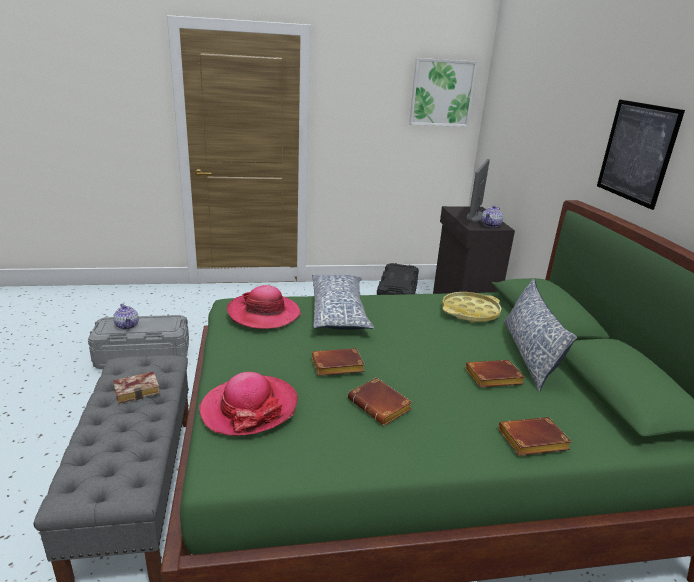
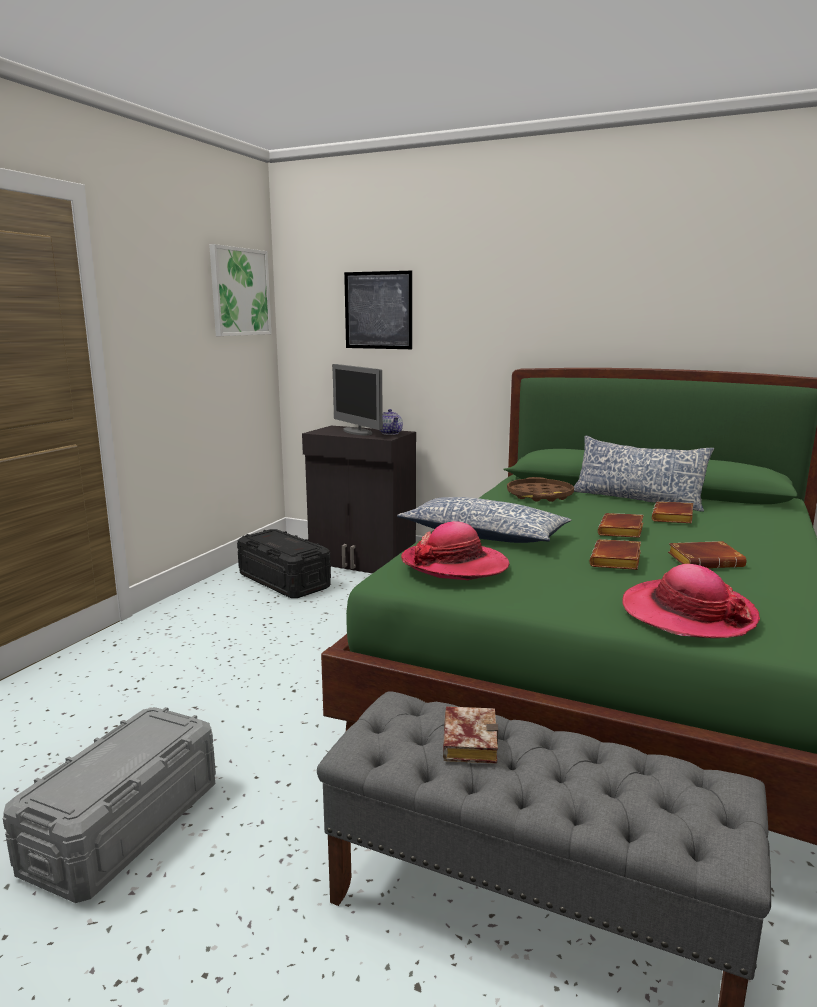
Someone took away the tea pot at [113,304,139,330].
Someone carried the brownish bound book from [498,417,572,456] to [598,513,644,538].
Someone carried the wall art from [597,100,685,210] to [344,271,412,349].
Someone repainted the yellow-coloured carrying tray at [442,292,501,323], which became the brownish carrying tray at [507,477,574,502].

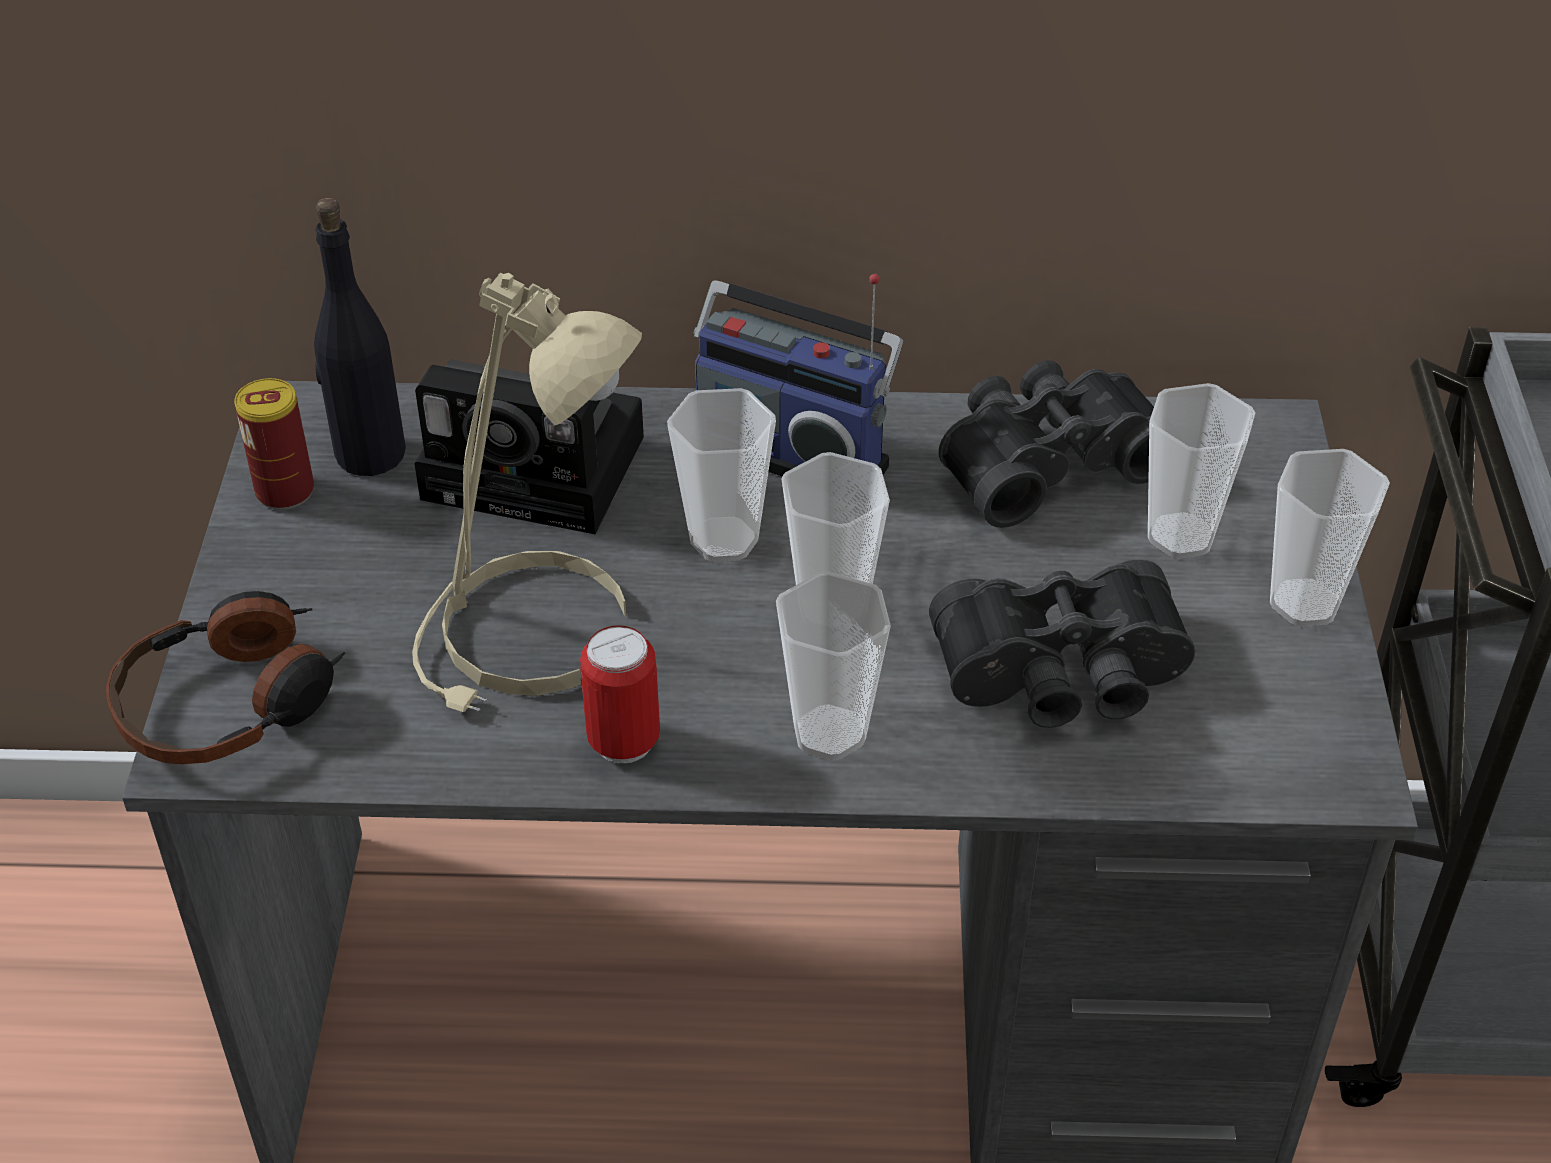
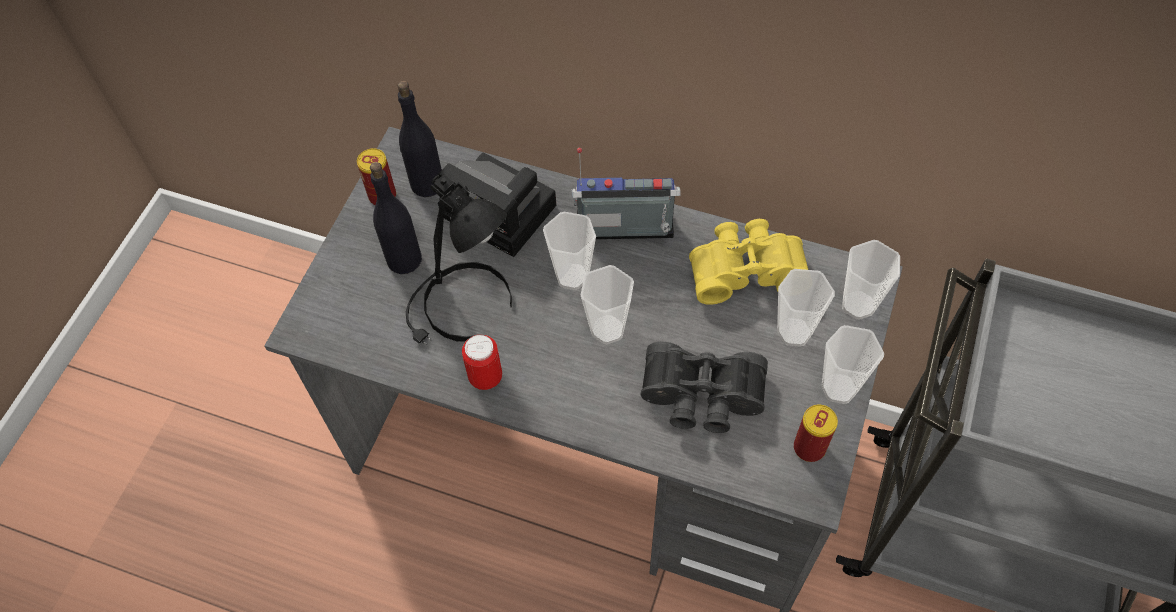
Someone took away the headphones at [106,591,346,764].
Someone put down the black-coloured beverage bottle at [370,162,422,274].
Someone put down the can at [794,405,838,462].
Someone carried the cup from [776,572,891,760] to [842,240,900,320].
Someone repainted the sand-coloured tabletop lamp at [412,273,642,712], which became the black-coloured tabletop lamp at [406,174,512,345].
Someone repainted the black-coloured field glasses at [938,360,1154,528], which became the yellow-coloured field glasses at [689,219,808,305].
Someone rotated the radio set at [693,274,903,477] by 135 degrees clockwise.

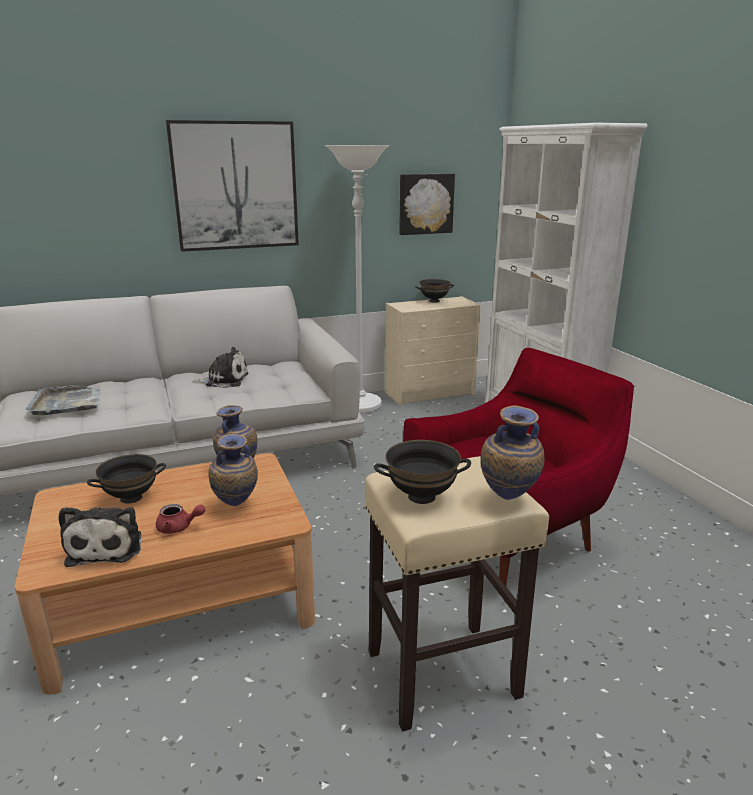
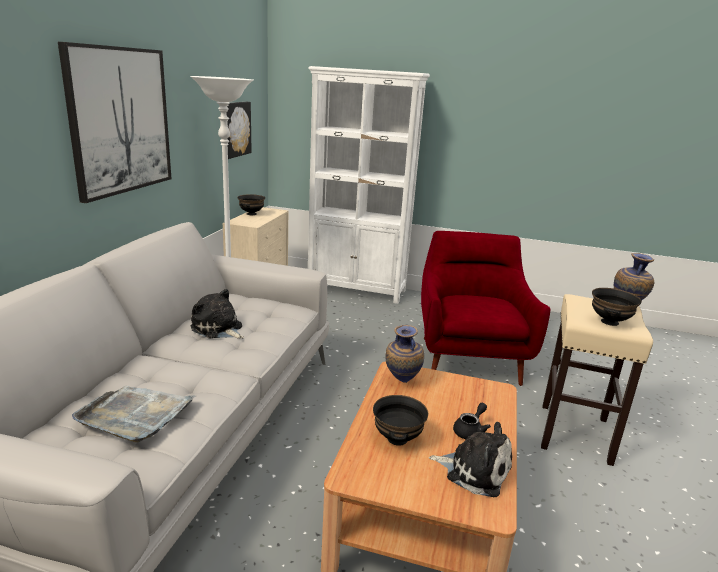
Someone took away the decorative vase at [208,434,258,506].
Someone repainted the reddish tea pot at [156,504,205,534], which became the black-coloured tea pot at [453,403,491,439].
Someone rotated the plush toy at [193,347,249,388] by 90 degrees counterclockwise.

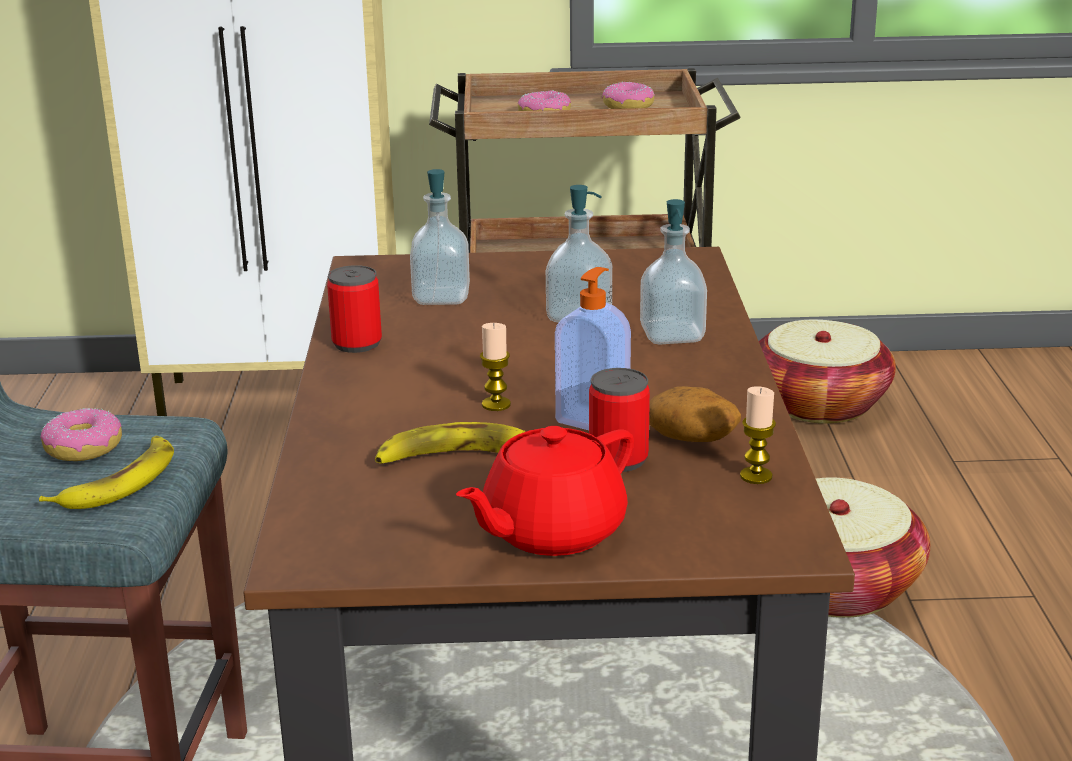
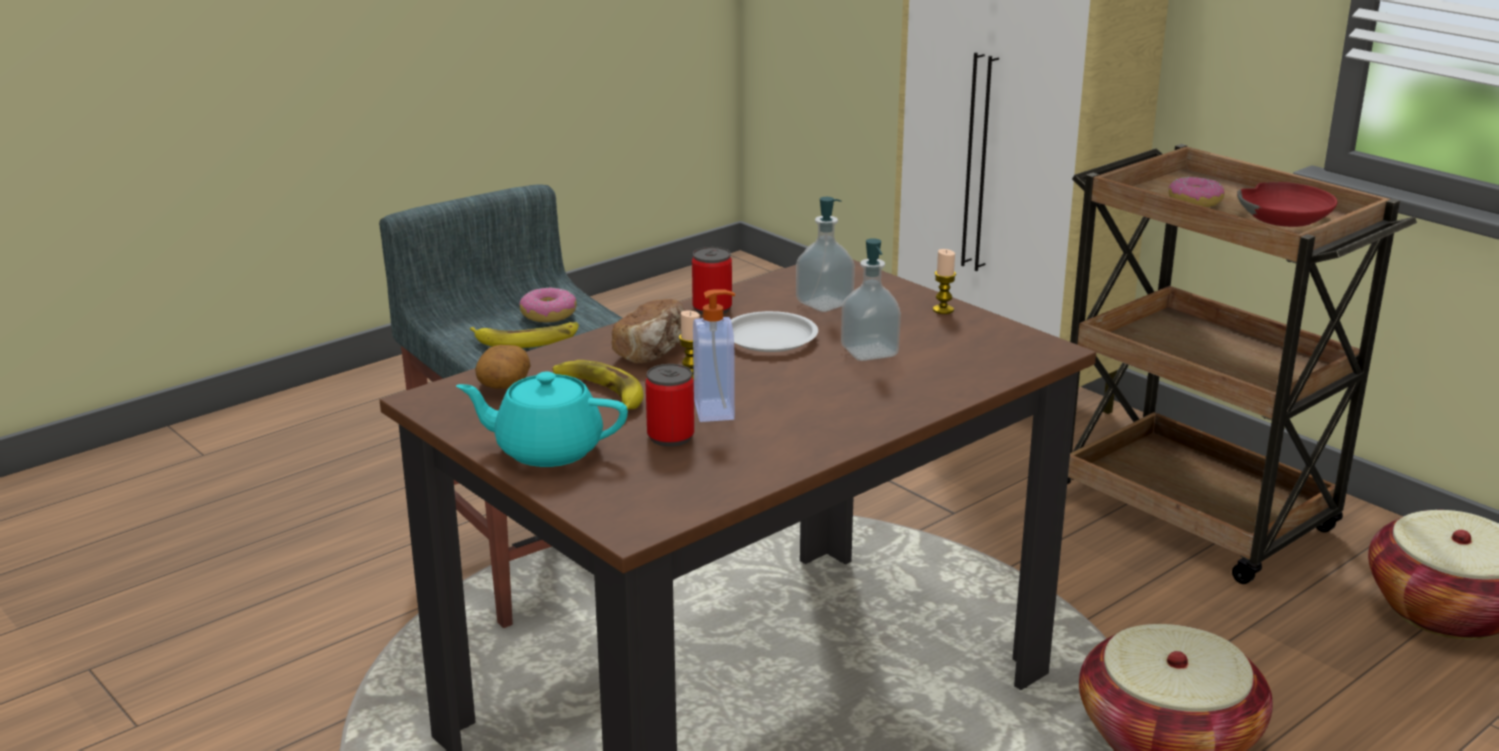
Someone took away the soap bottle at [640,199,707,345].
Someone put down the bakery bread at [612,299,685,363].
Someone put down the whitish flat dish at [731,311,818,352].
Someone carried the potato from [649,386,741,442] to [475,345,531,389].
Someone carried the candle from [740,386,776,484] to [933,249,956,314].
Someone swapped the donut at [602,82,655,109] for the reddish deep dish at [1237,182,1337,227].
Someone repainted the reddish tea pot at [456,426,634,556], which became the blue-green tea pot at [456,372,628,467].

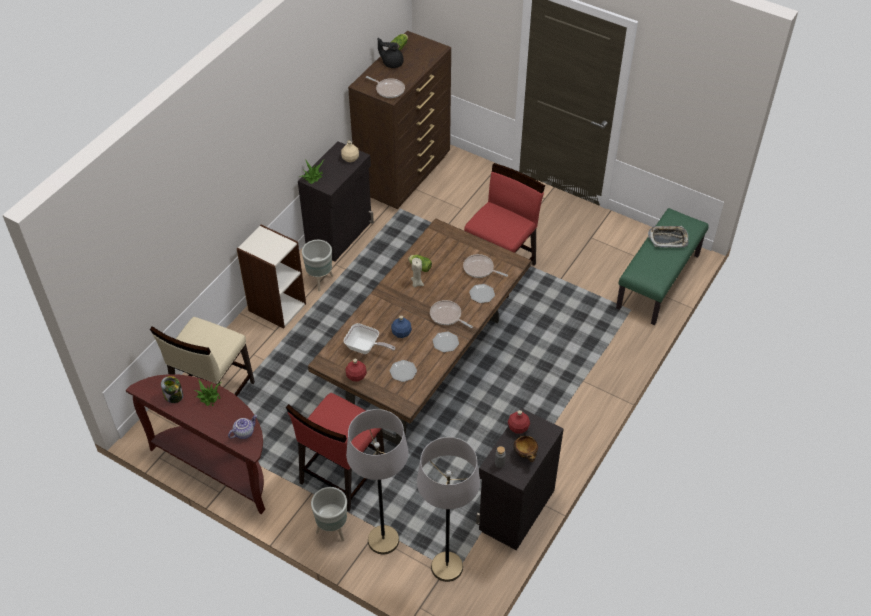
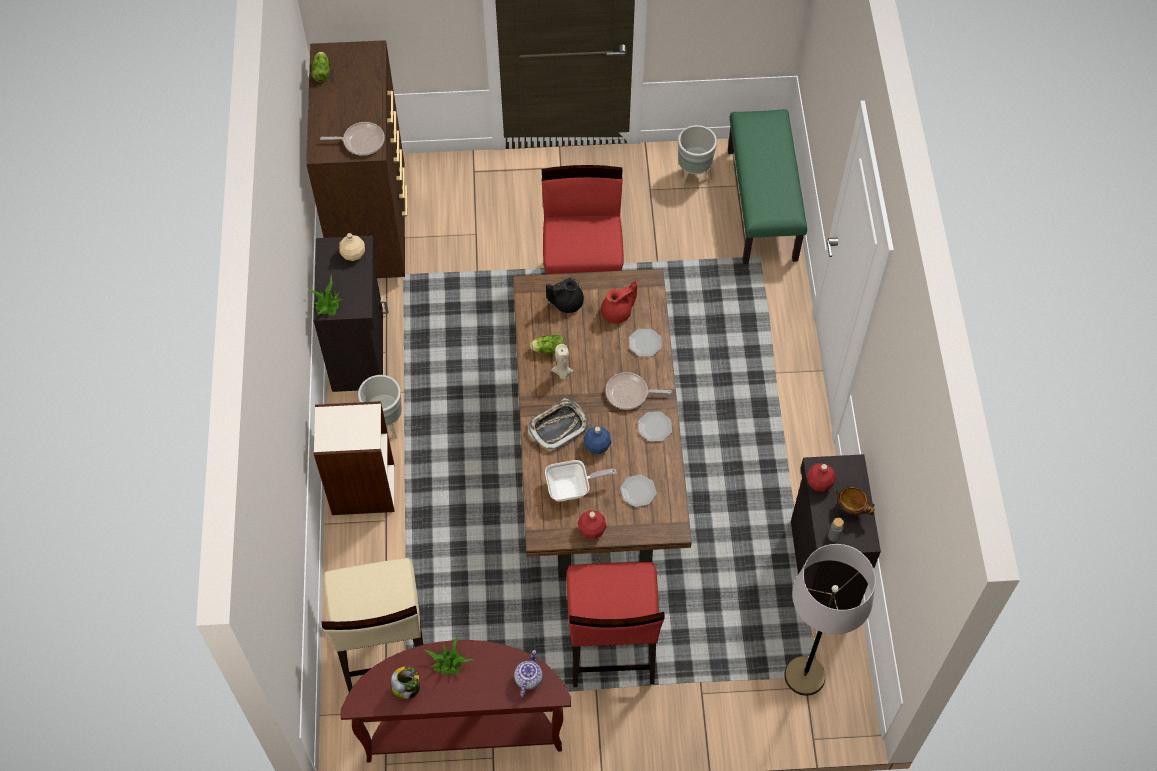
Someone took away the greyish floor lamp at [346,409,409,554].
Someone carried the greyish plant pot from [311,487,347,541] to [678,125,717,188].
Someone carried the black-coloured tea pot from [378,38,404,68] to [546,278,584,313].
Someone carried the carrying tray from [648,226,689,248] to [528,398,589,451].
Someone swapped the pan at [463,254,508,278] for the reddish tea pot at [601,281,637,324].

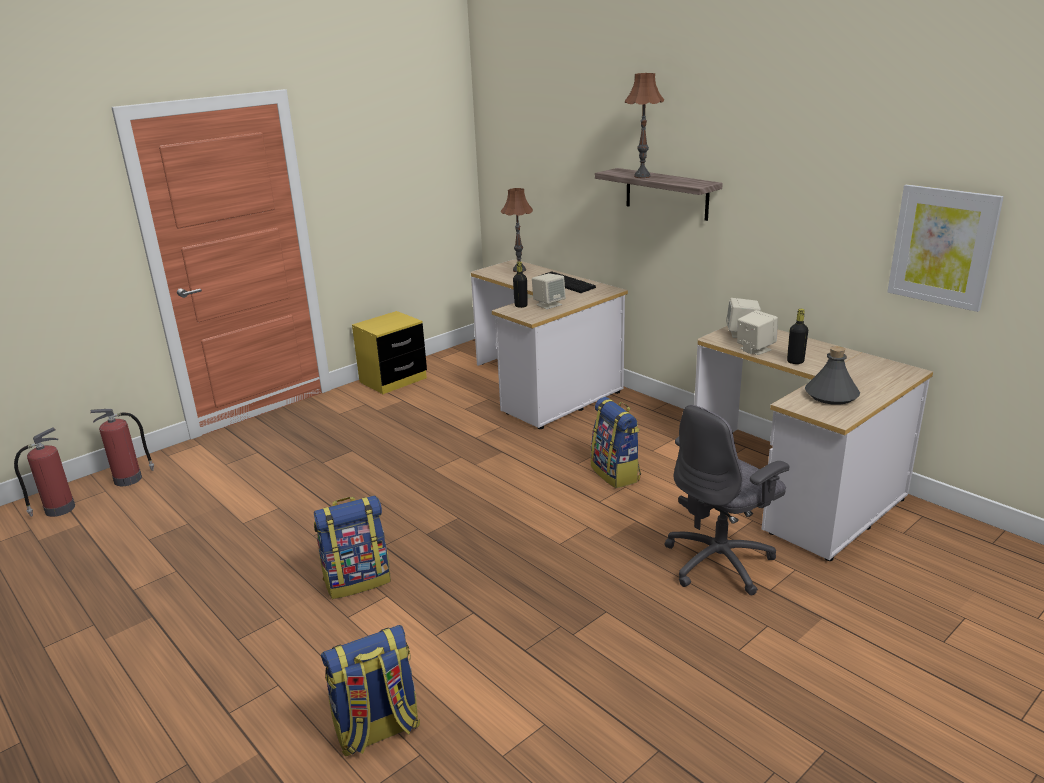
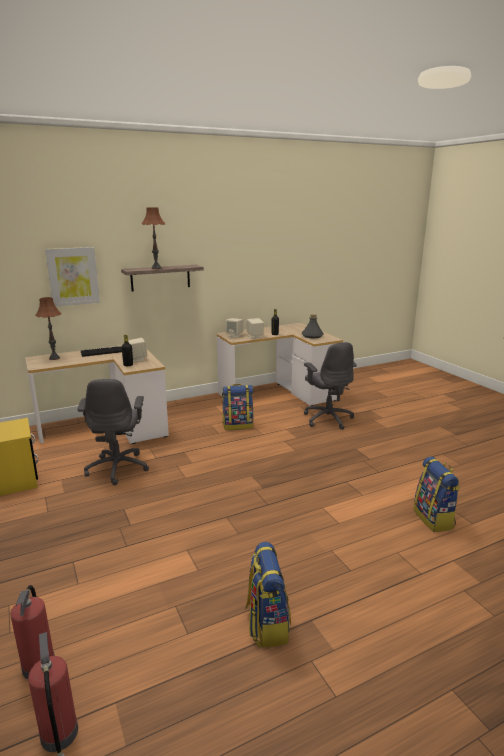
Someone put down the greyish desk chair at [77,379,149,485].
Someone carried the backpack from [314,495,391,599] to [245,542,291,648].
Someone carried the wall art from [888,184,1004,312] to [45,247,100,306].

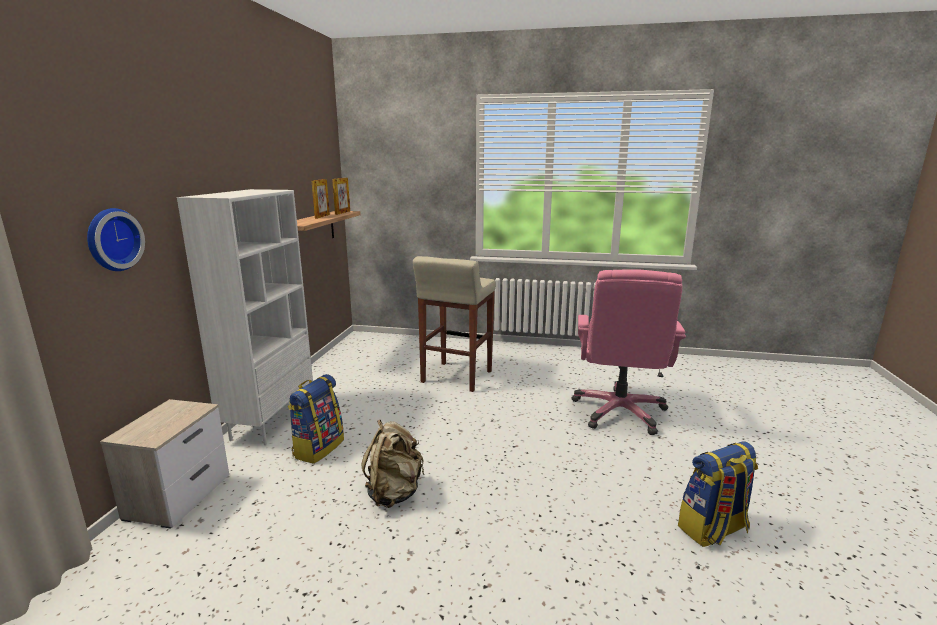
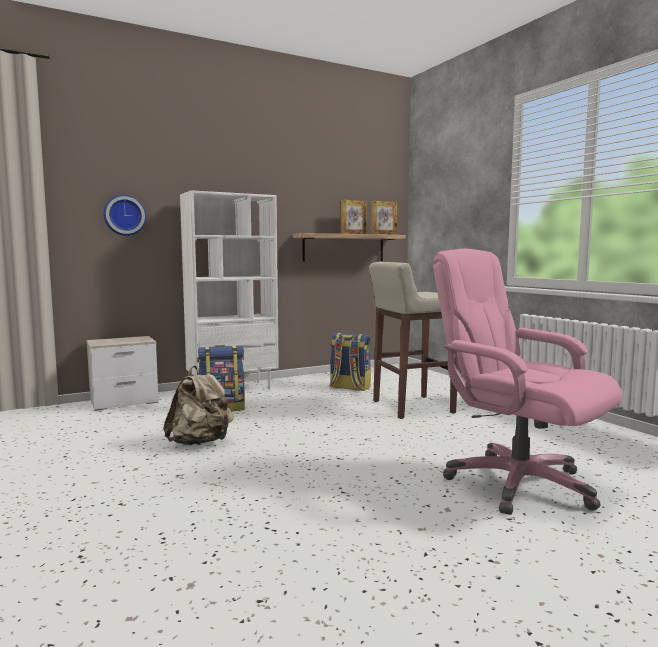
Someone carried the backpack from [678,442,758,547] to [330,333,371,391].
Someone rotated the pink desk chair at [572,269,686,435] by 75 degrees clockwise.

